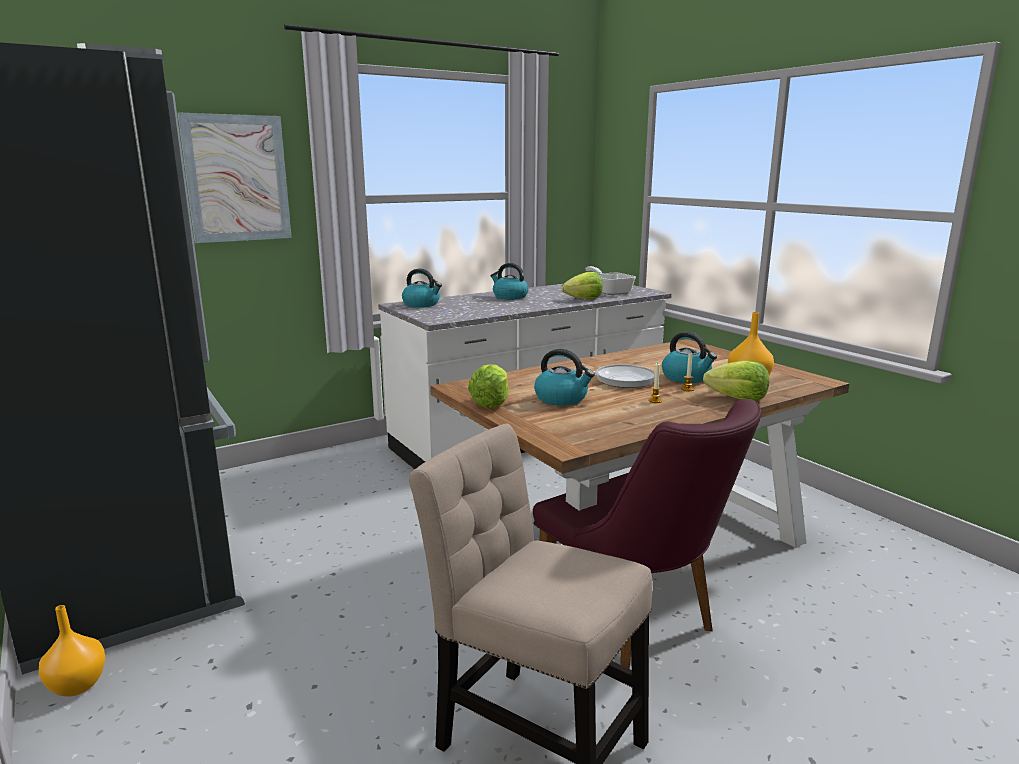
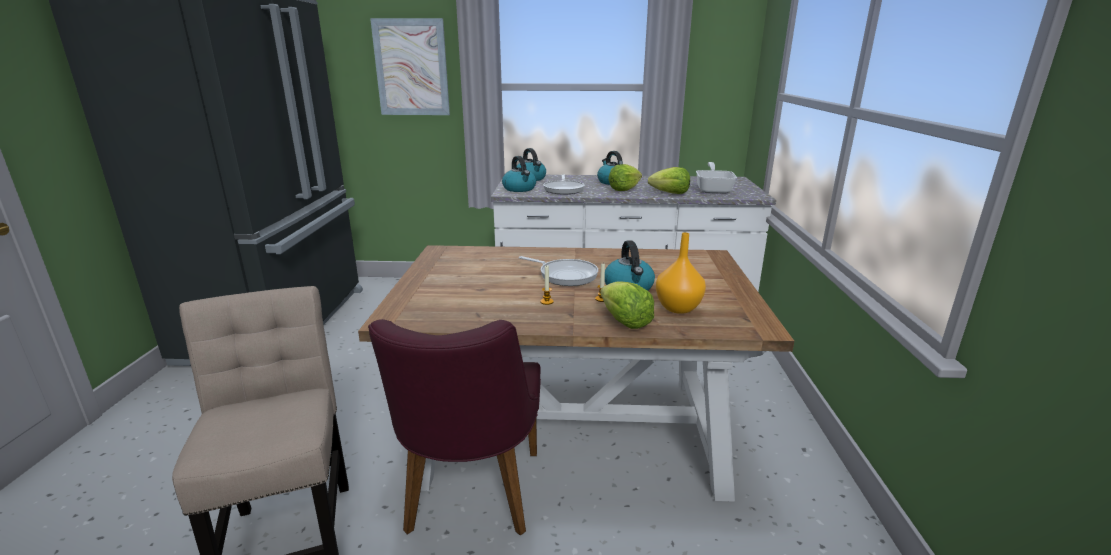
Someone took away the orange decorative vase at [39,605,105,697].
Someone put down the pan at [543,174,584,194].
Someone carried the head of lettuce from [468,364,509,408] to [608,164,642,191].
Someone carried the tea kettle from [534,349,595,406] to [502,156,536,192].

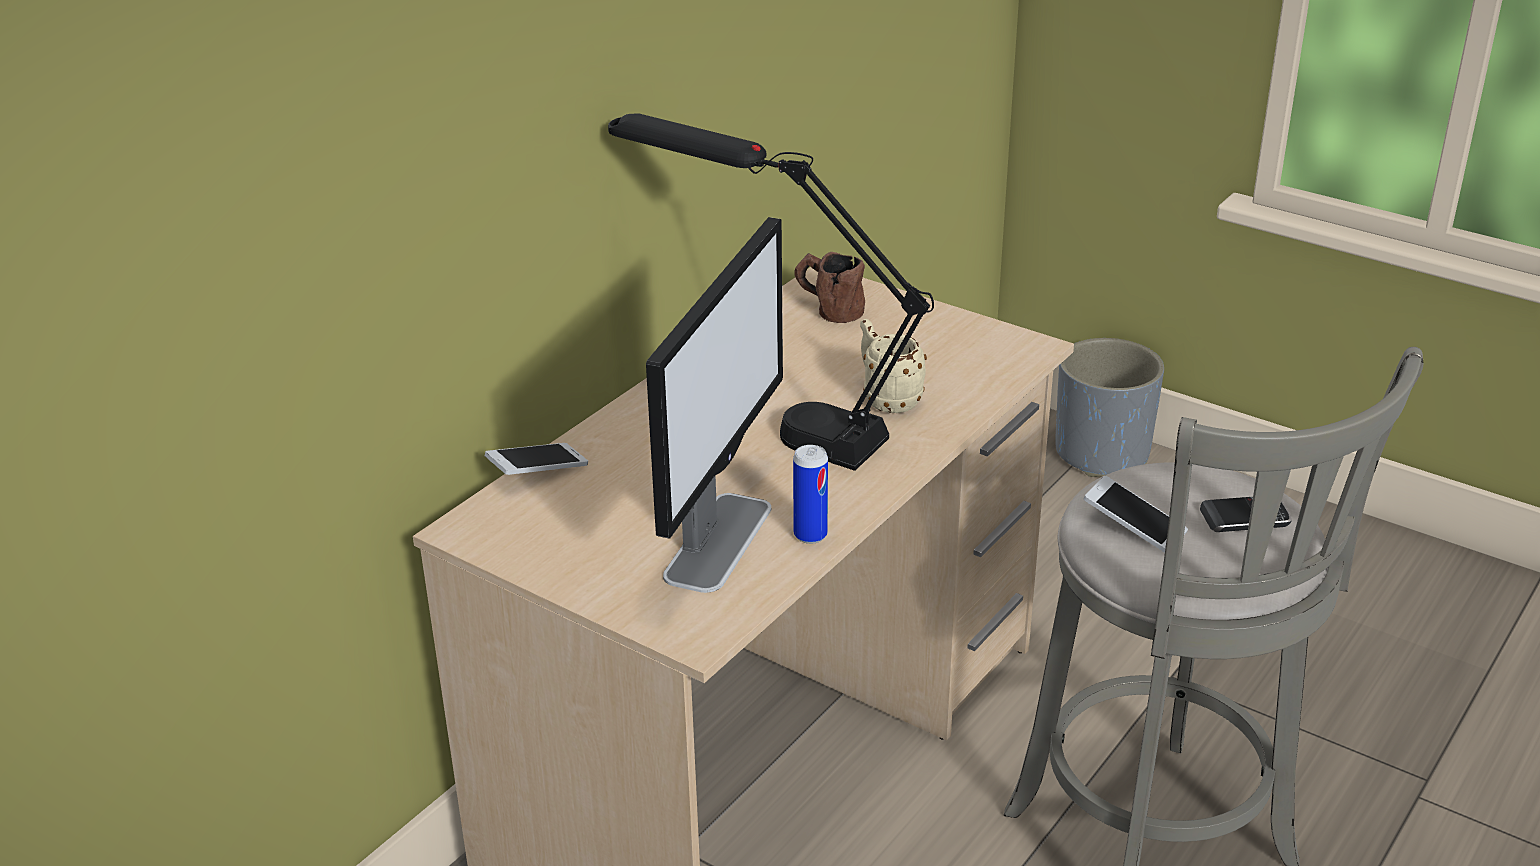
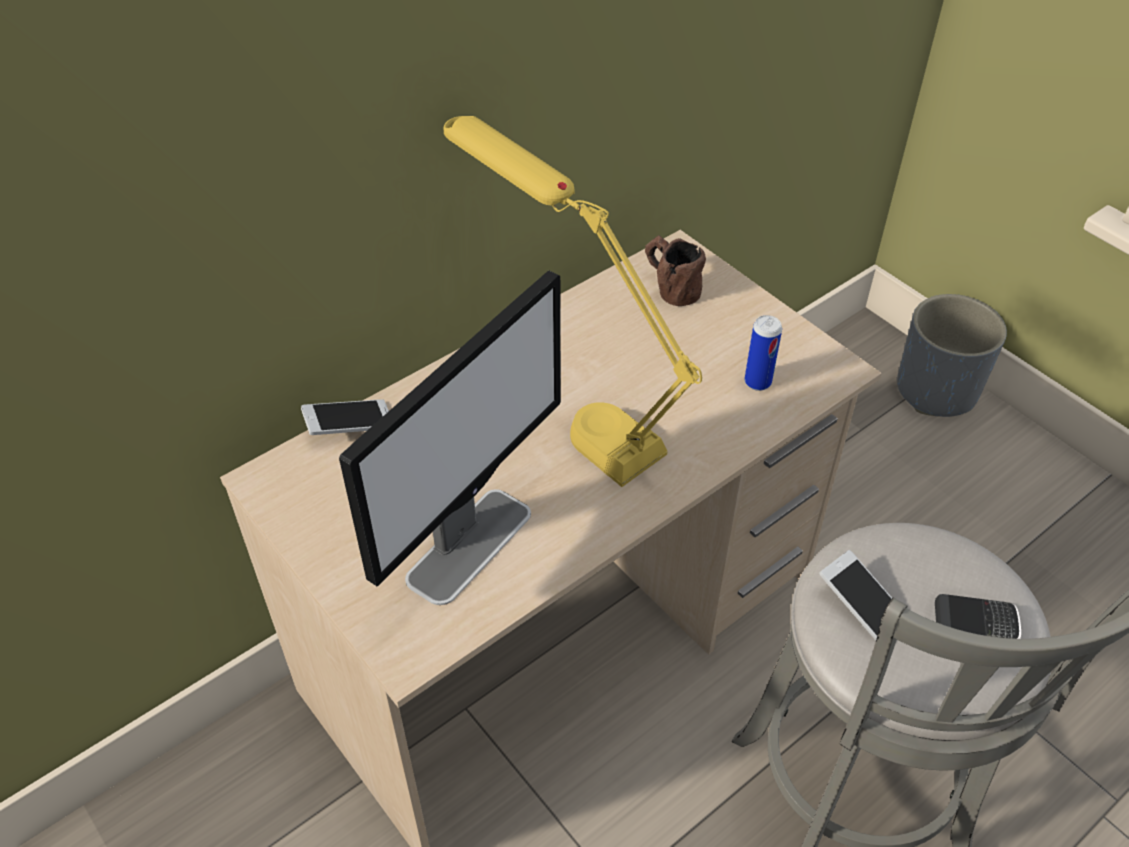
Someone took away the sand-coloured coffee mug at [860,319,927,413].
Someone carried the can from [793,445,828,544] to [745,315,782,391].
Someone repainted the black-coloured tabletop lamp at [608,113,934,471], which became the yellow-coloured tabletop lamp at [444,116,702,487].

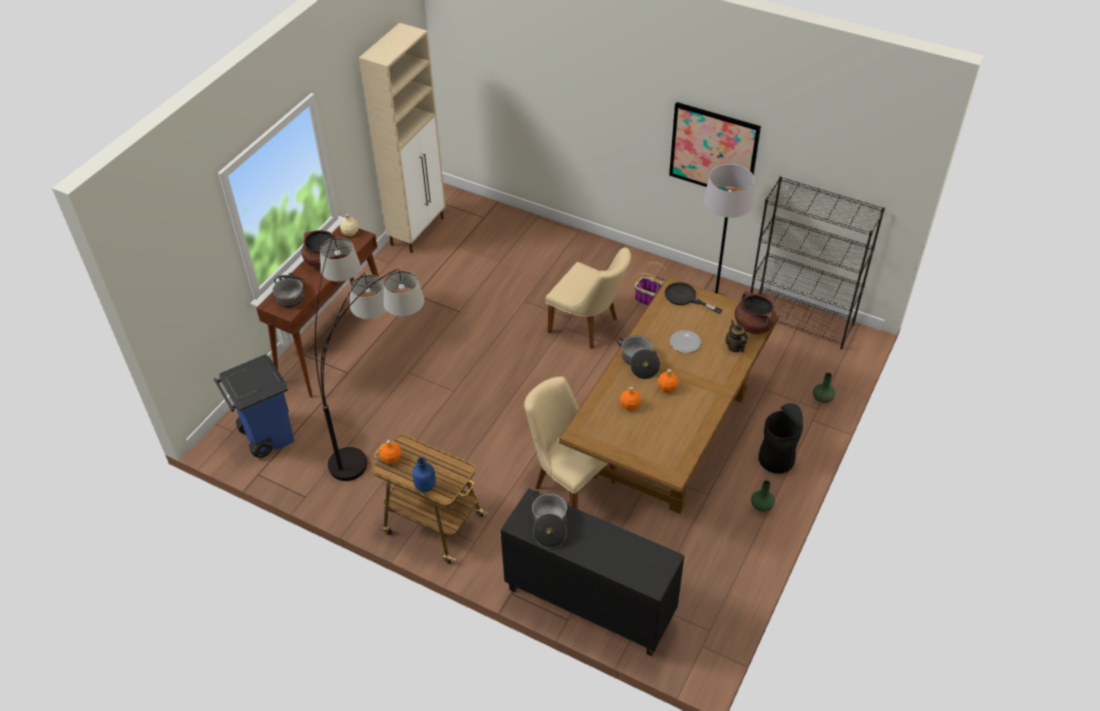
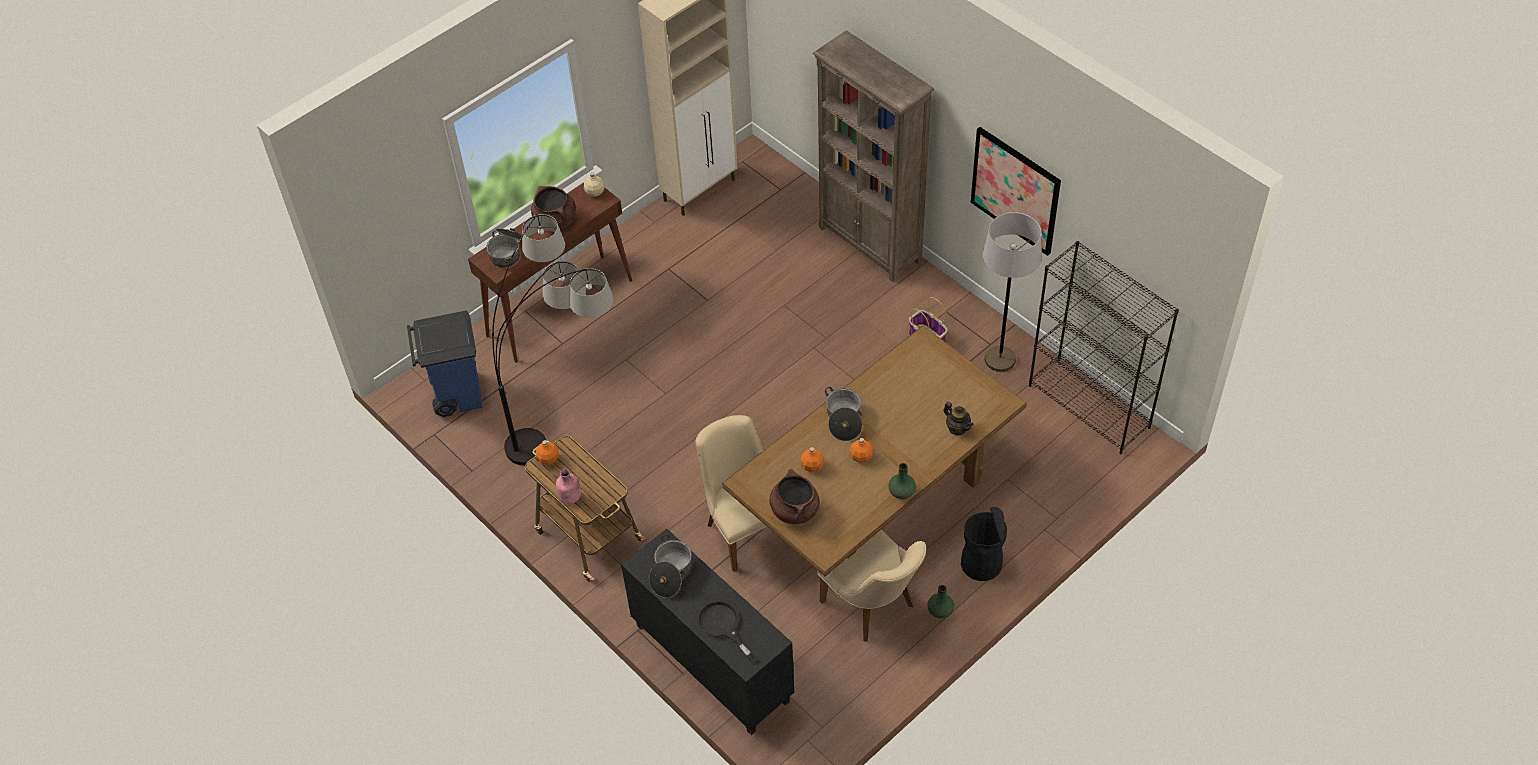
Someone took away the flat dish at [670,330,701,353].
Someone put down the brownish bookcase at [813,30,934,283].
Someone carried the sand-coloured upright chair from [545,248,631,349] to [817,530,926,642].
Someone carried the black-coloured pan from [665,282,722,313] to [698,601,757,662].
Someone carried the brownish saucepot from [735,291,777,334] to [769,469,820,524].
Someone carried the greenish decorative vase from [813,373,835,403] to [888,463,916,499].
Someone repainted the blue-coloured beverage bottle at [412,457,436,492], which became the pink beverage bottle at [556,469,581,504].
Someone rotated the tea pot at [725,320,748,352] by 135 degrees clockwise.

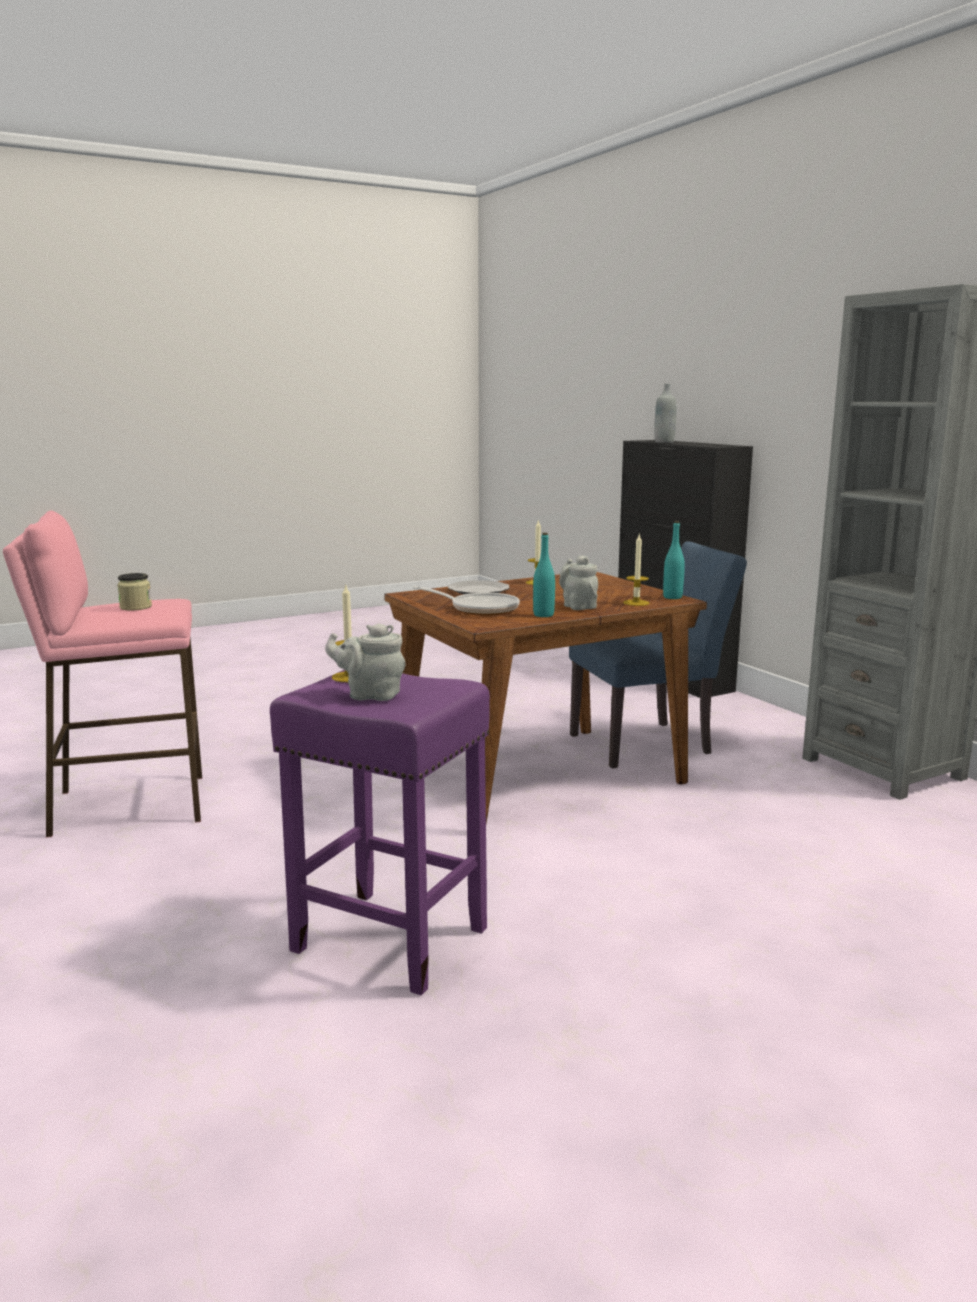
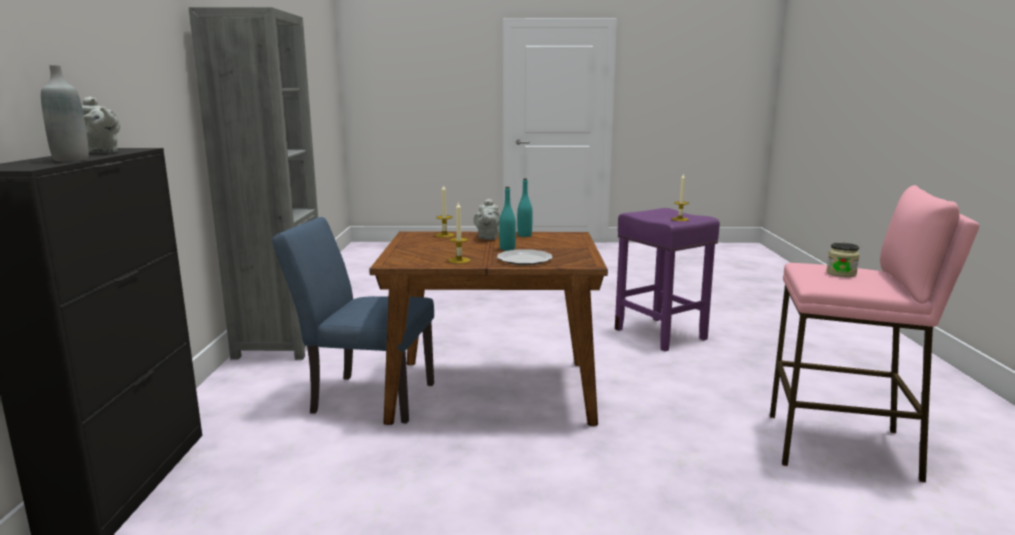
Someone took away the pan at [412,586,520,615].
Someone carried the greyish tea pot from [325,623,406,701] to [82,96,120,153].
Someone carried the blue-green beverage bottle from [663,521,685,599] to [499,187,516,251].

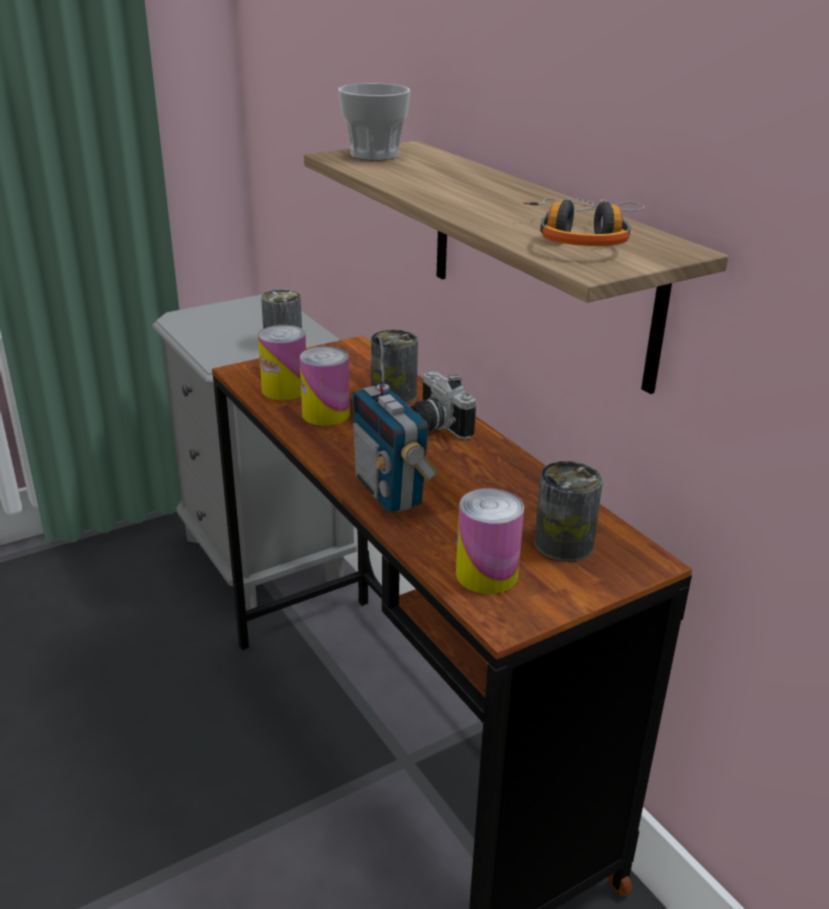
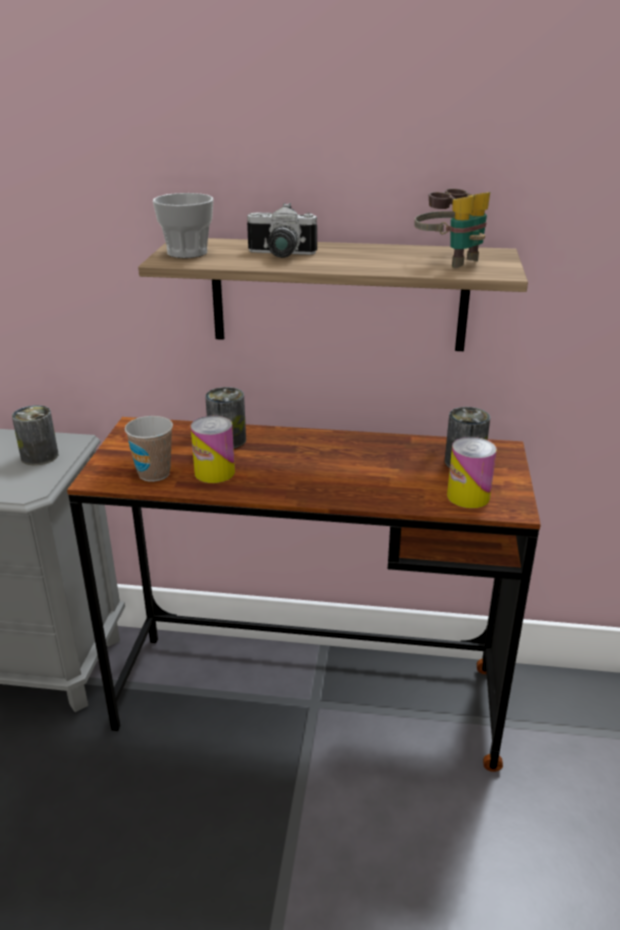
Someone took away the radio set at [352,337,439,513].
Someone carried the still camera from [411,371,476,440] to [247,203,317,258].
Someone swapped the can at [258,325,306,400] for the cup at [125,416,173,482].
Someone swapped the headphones at [524,198,644,246] for the field glasses at [414,189,490,268].

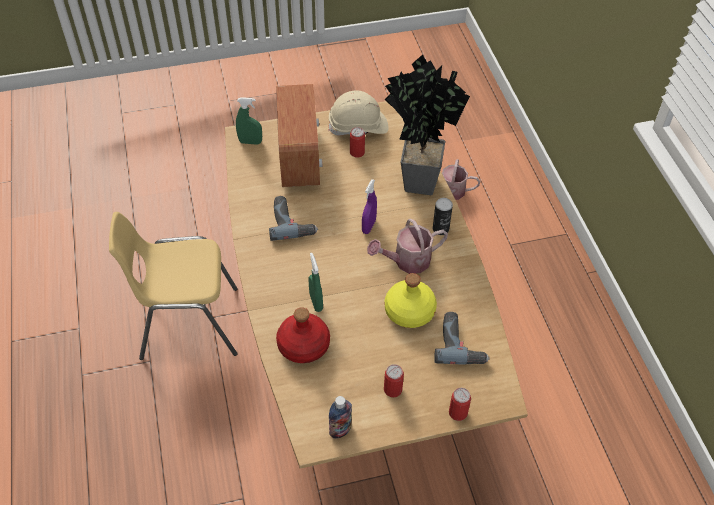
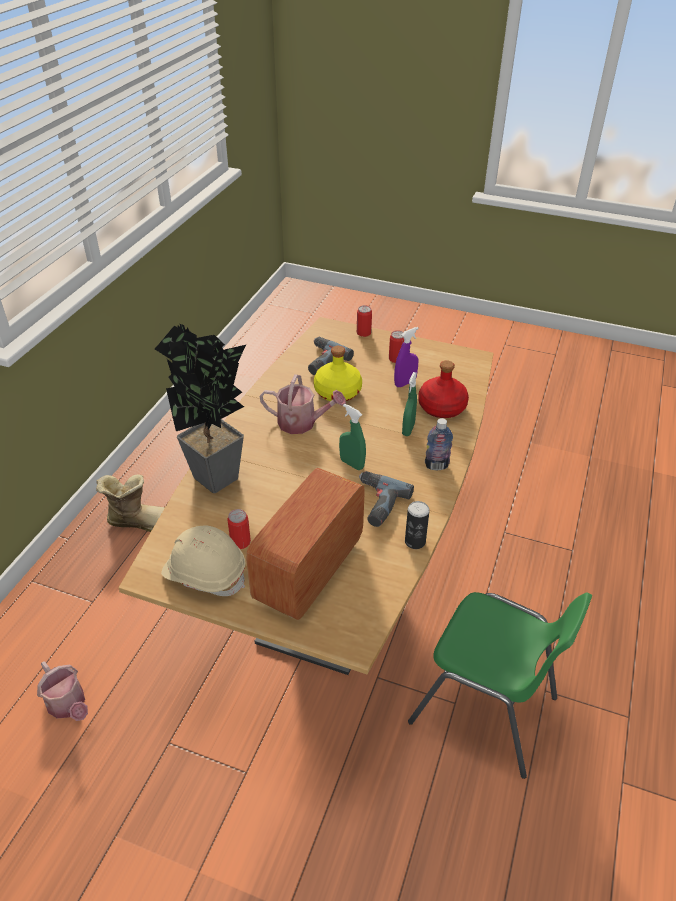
Someone put down the high-top boot at [96,474,165,532].
Someone carried the greenish spray bottle from [236,97,262,145] to [339,404,366,470].
Someone carried the beverage bottle from [329,396,352,439] to [425,418,453,470].
Someone carried the purple spray bottle from [362,179,377,234] to [394,327,419,387].
Someone carried the can from [433,198,453,235] to [405,501,430,549].
Someone repainted the yellow-coloured upright chair at [109,212,238,360], which became the greenish upright chair at [408,592,592,779].

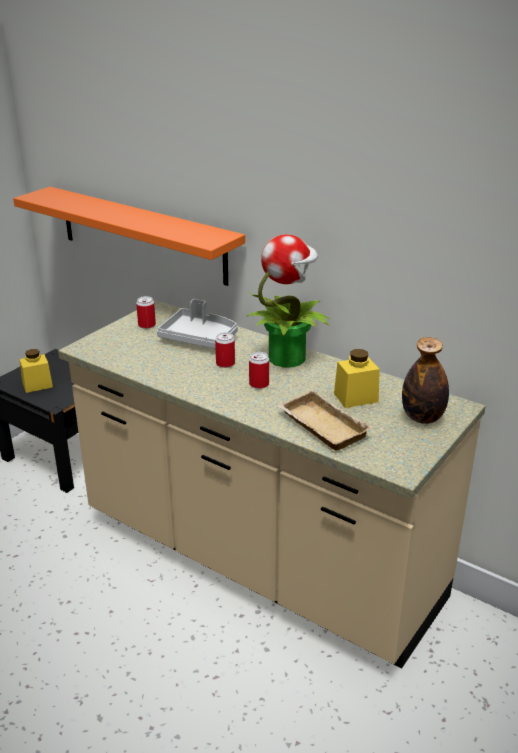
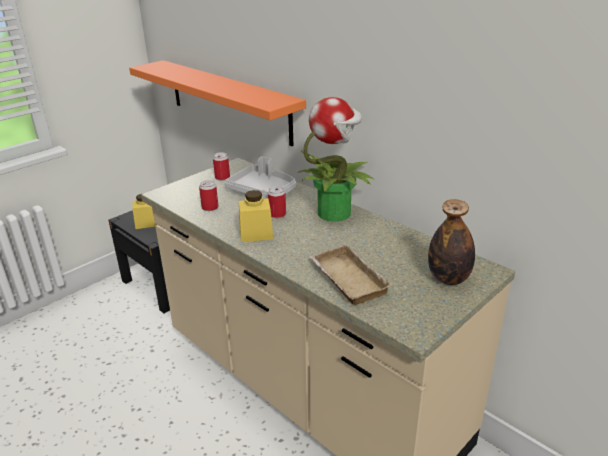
Someone carried the can from [249,352,269,389] to [199,180,218,211].
Someone carried the yellow-coloured preserve jar from [334,349,380,408] to [239,190,274,242].

